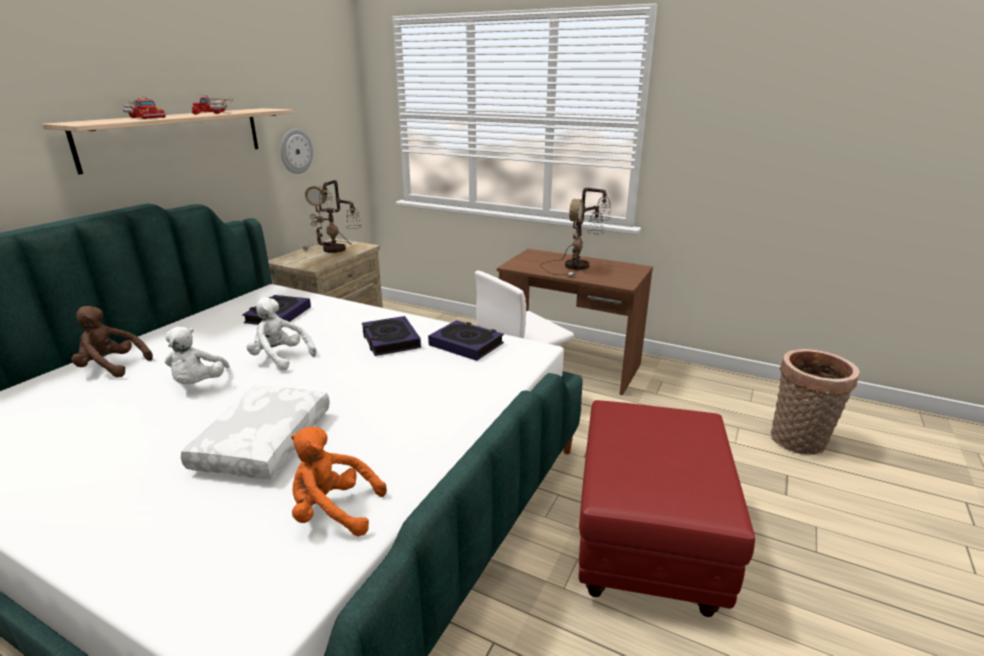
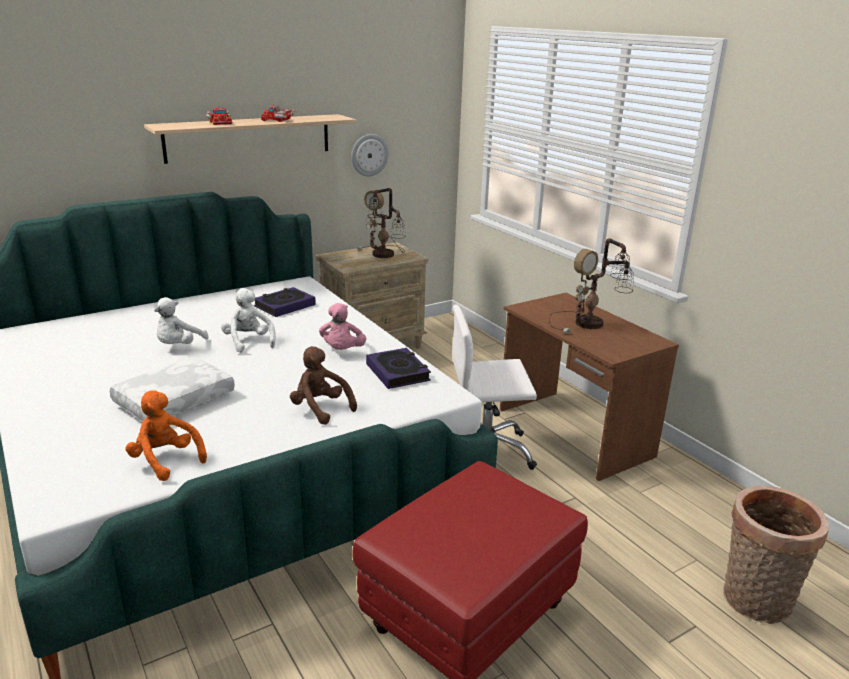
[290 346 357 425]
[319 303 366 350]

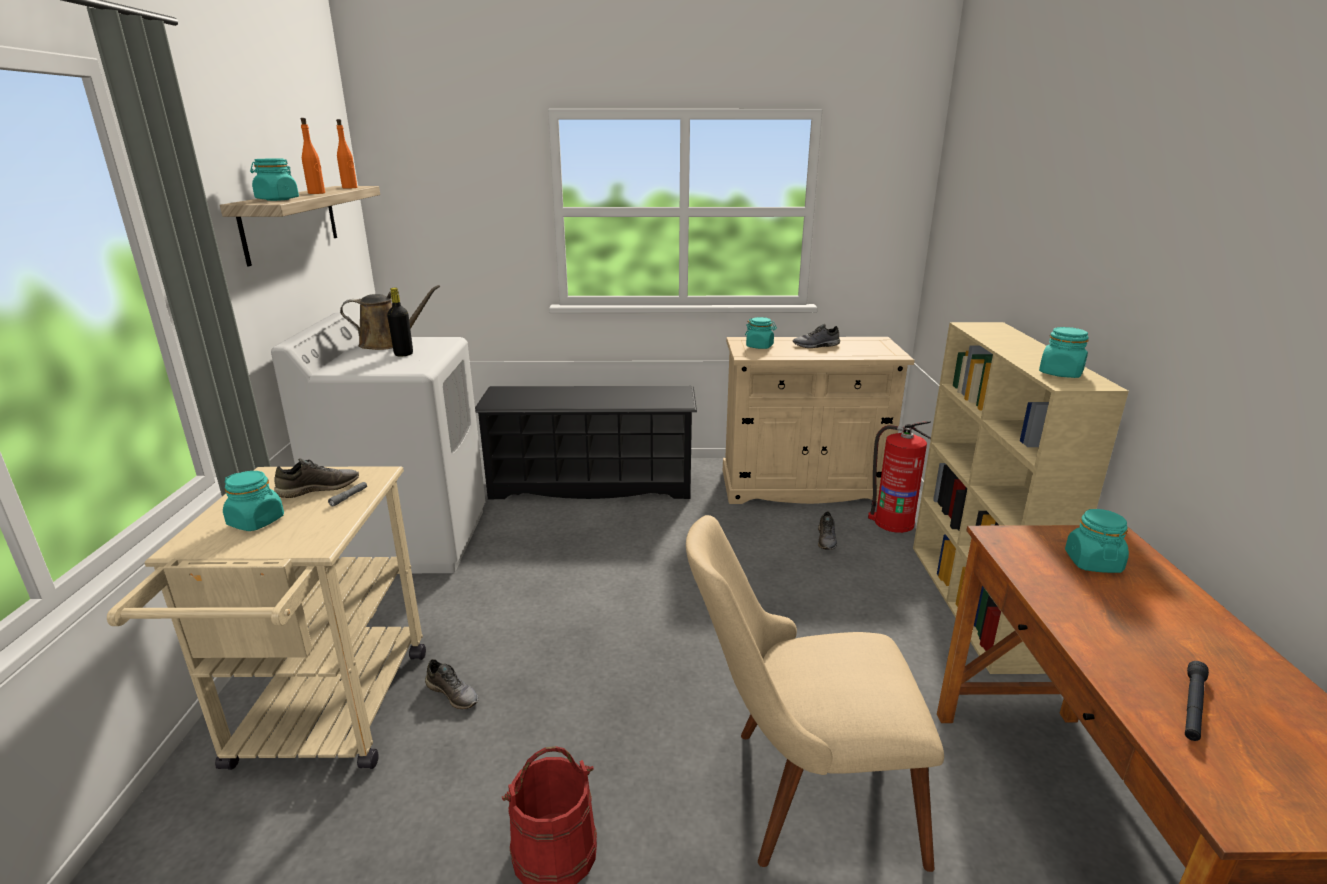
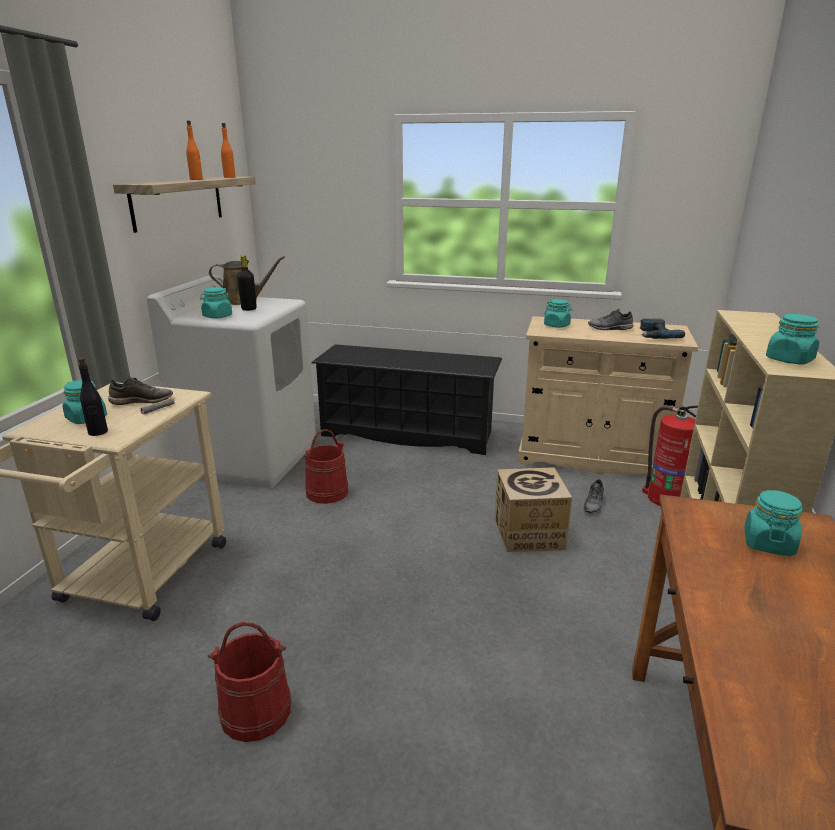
[200 287 232 318]
[686 515 944 872] (first image)
[425 659 478 709] (first image)
[1185 661 1209 741] (first image)
[640 319 685 339]
[78 358 108 436]
[303 429 348 504]
[495 467 572 552]

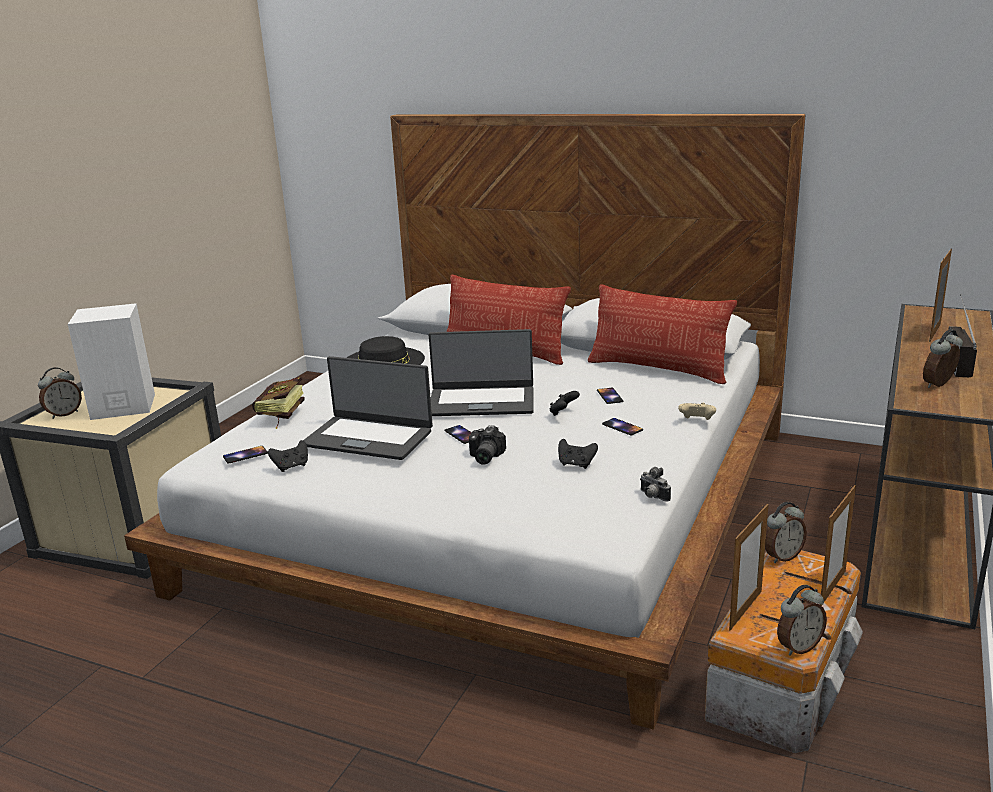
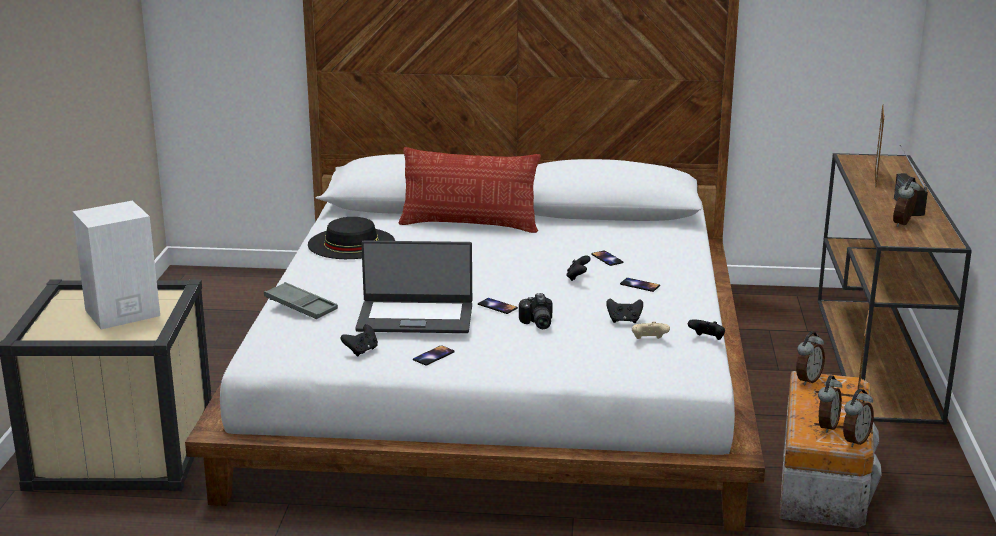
[588 284 737 384] (first image)
[429 329 534 416] (first image)
[818 375 842 433]
[264 282 338 319]
[632 321 670 339]
[413 345 455 366]
[688 319 725 340]
[729 504 768 630] (first image)

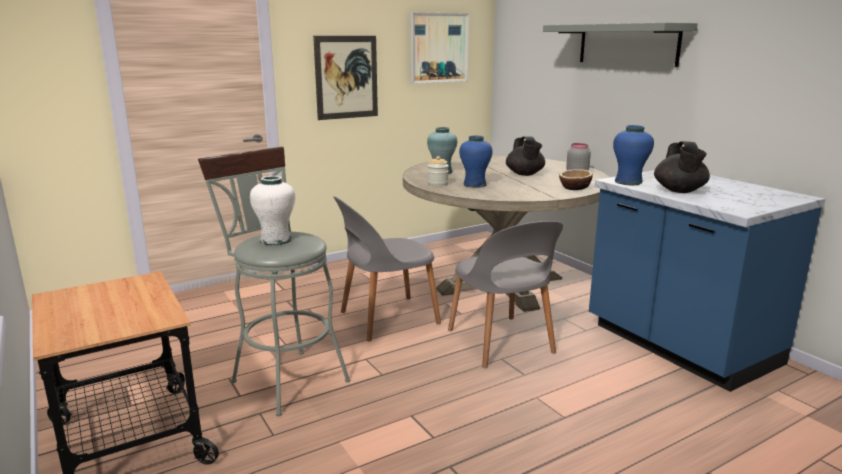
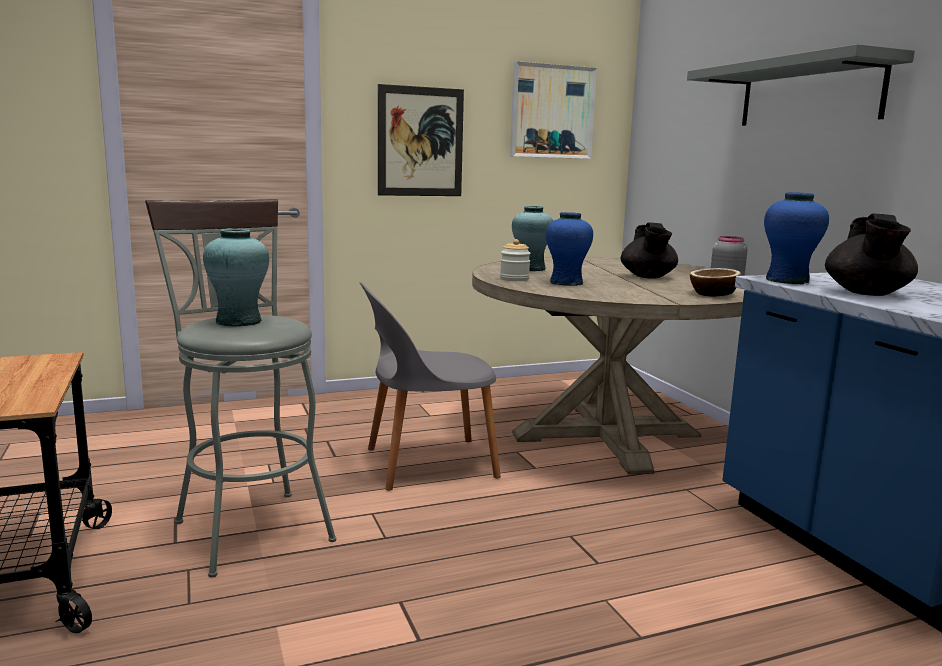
[203 229 269 327]
[448 221 563 368] (first image)

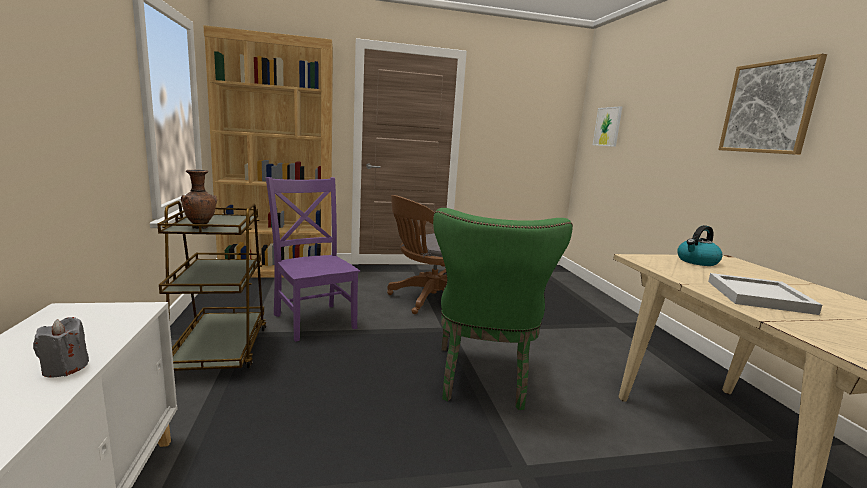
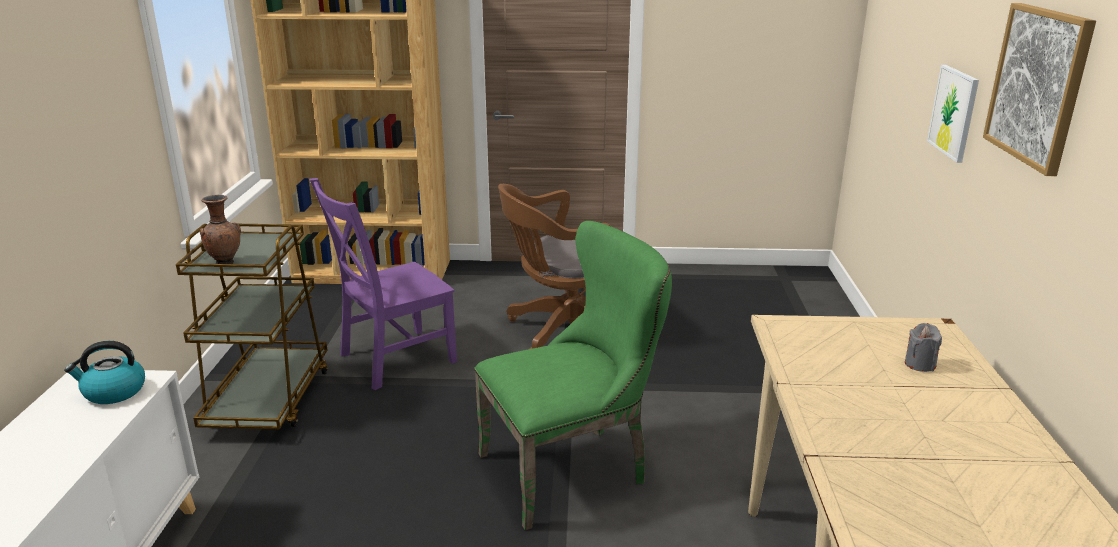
[927 65 979 163]
[309 178 457 390]
[474 221 672 530]
[64 341 145 404]
[708 273 822 315] (first image)
[905 323 942 372]

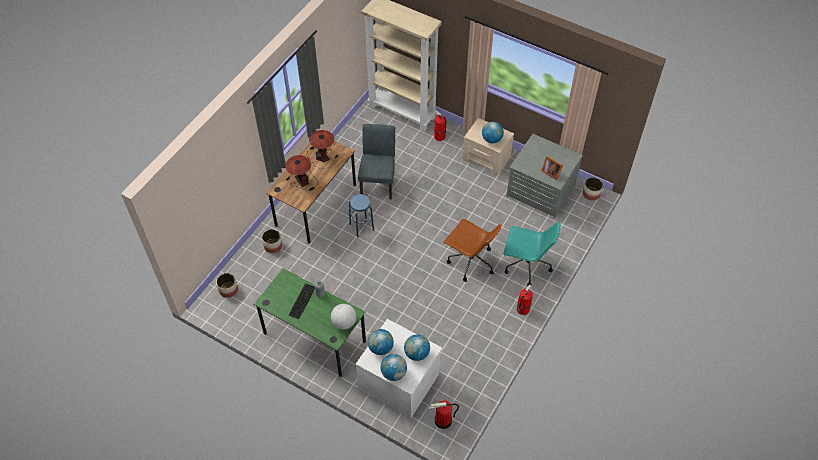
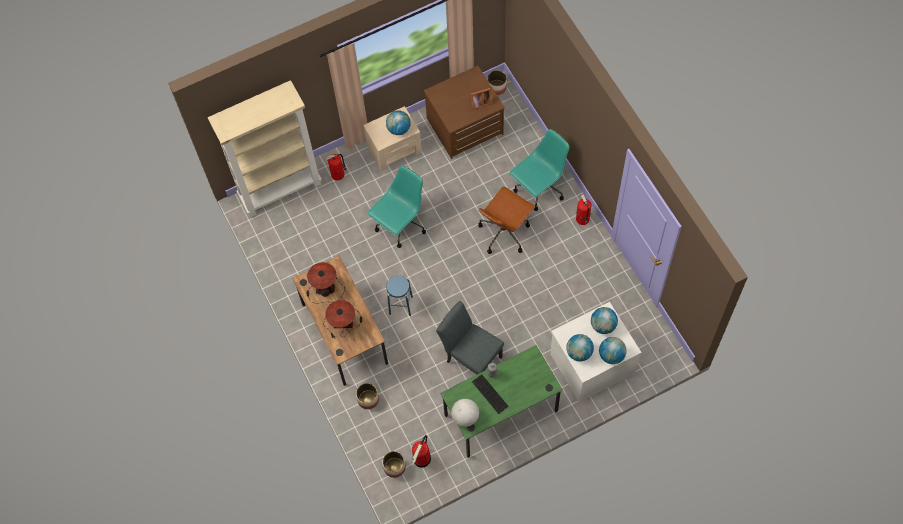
[436 301 504 375]
[424 66 505 159]
[478 186 535 254]
[451 399 479 427]
[412 435 431 468]
[367 165 426 248]

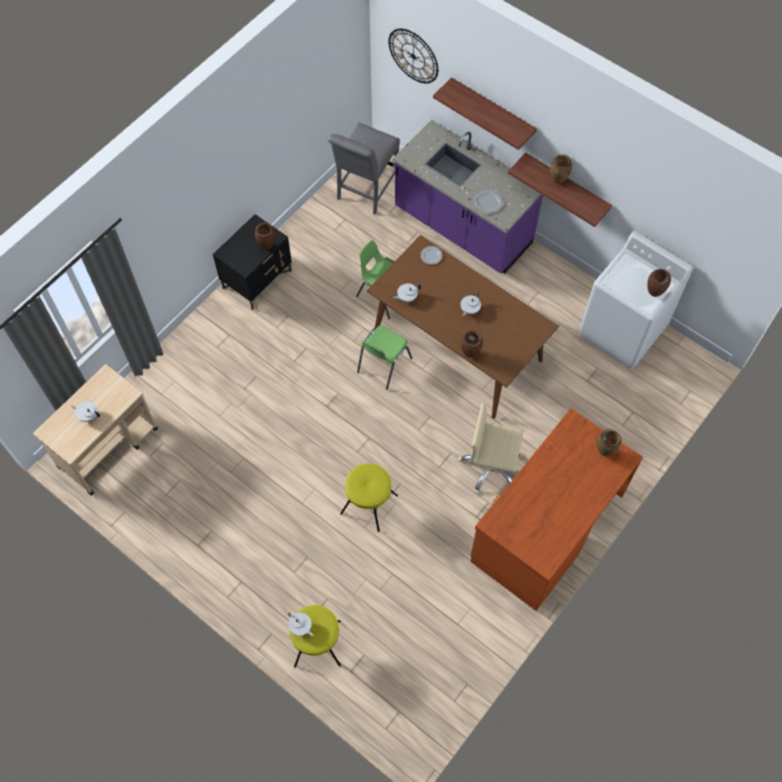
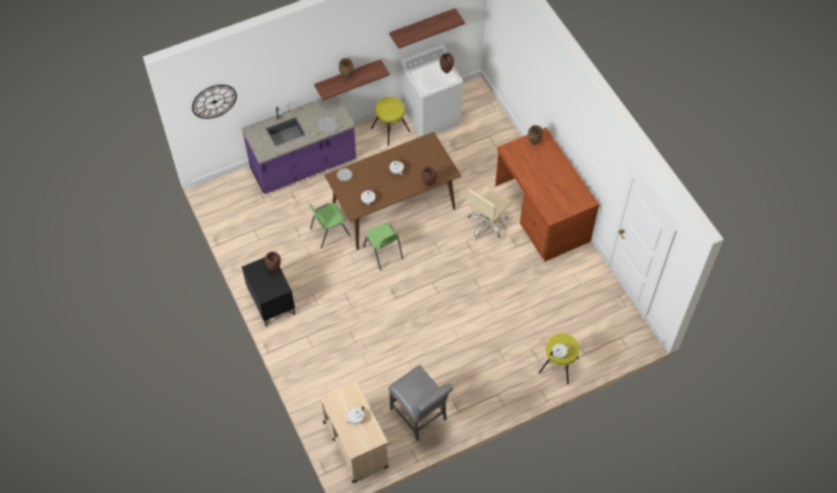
[389 8 465 49]
[388 365 453 441]
[371 97 410 146]

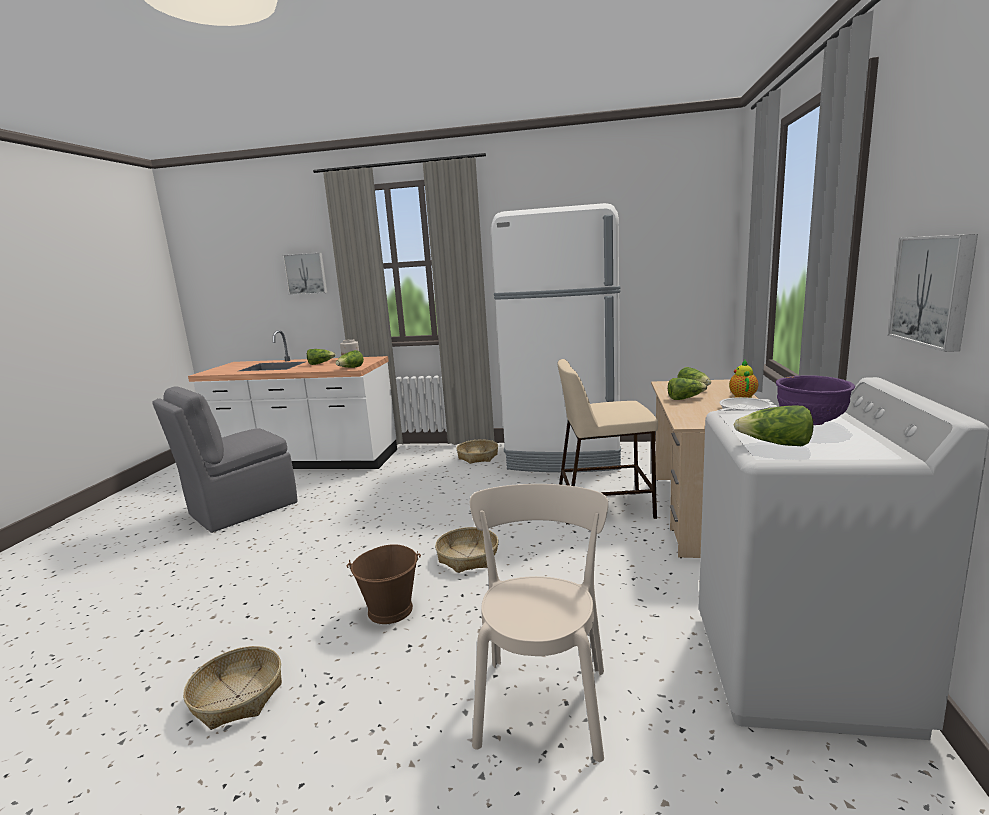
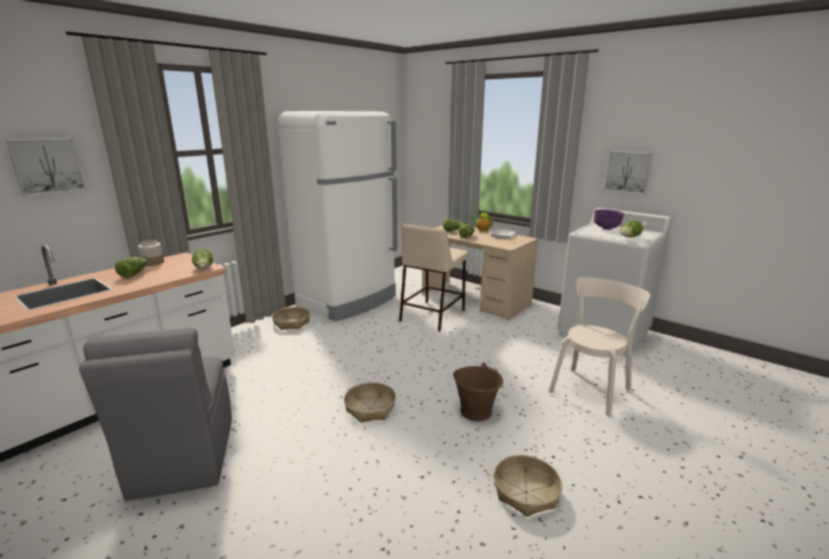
[549 277 650 416]
[344 382 396 423]

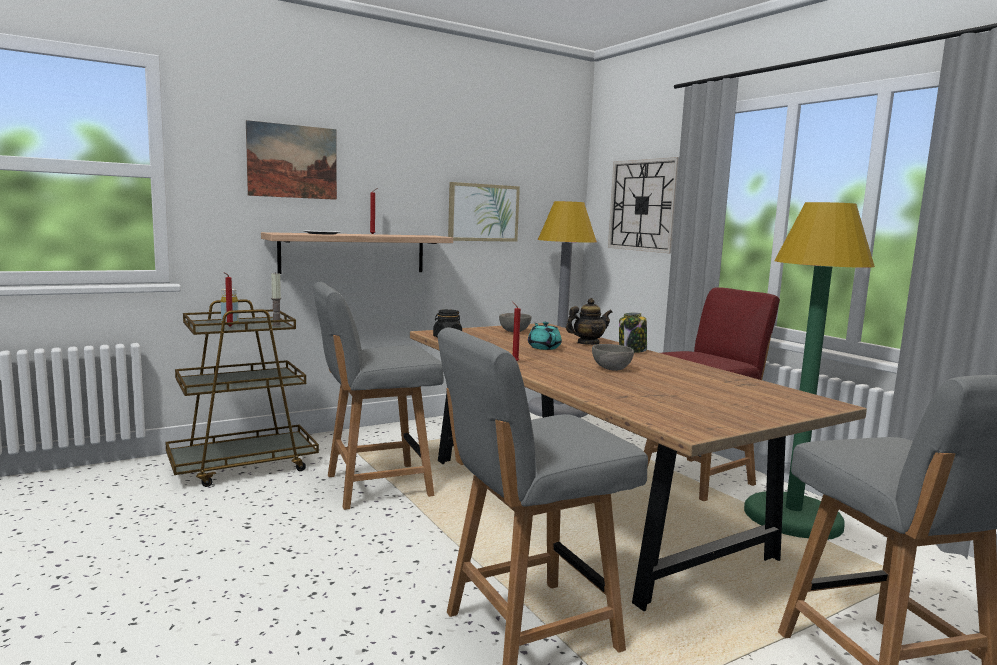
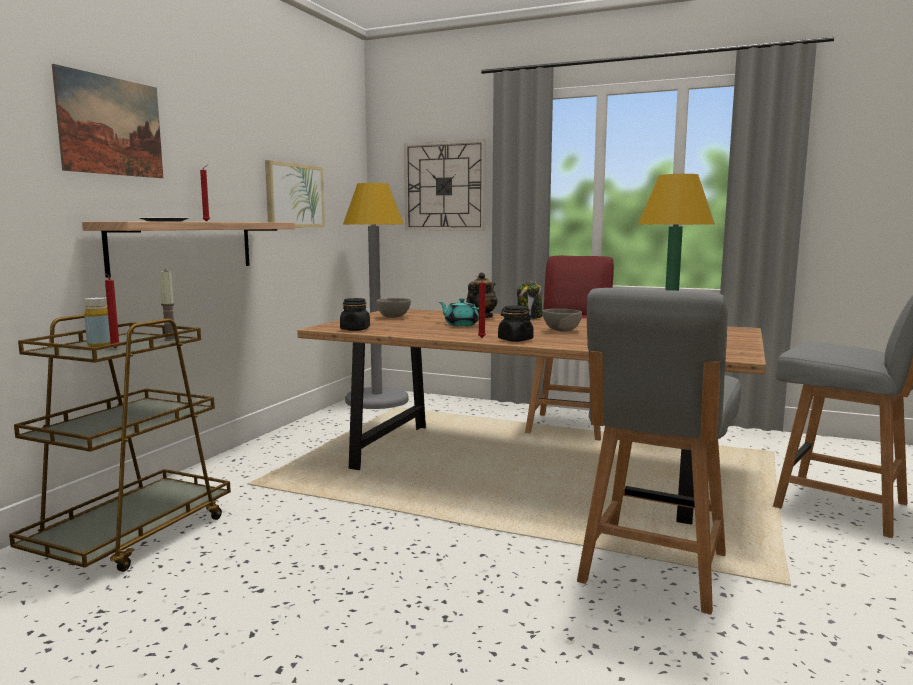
[313 282 444 510] (first image)
[498 305 534 342]

